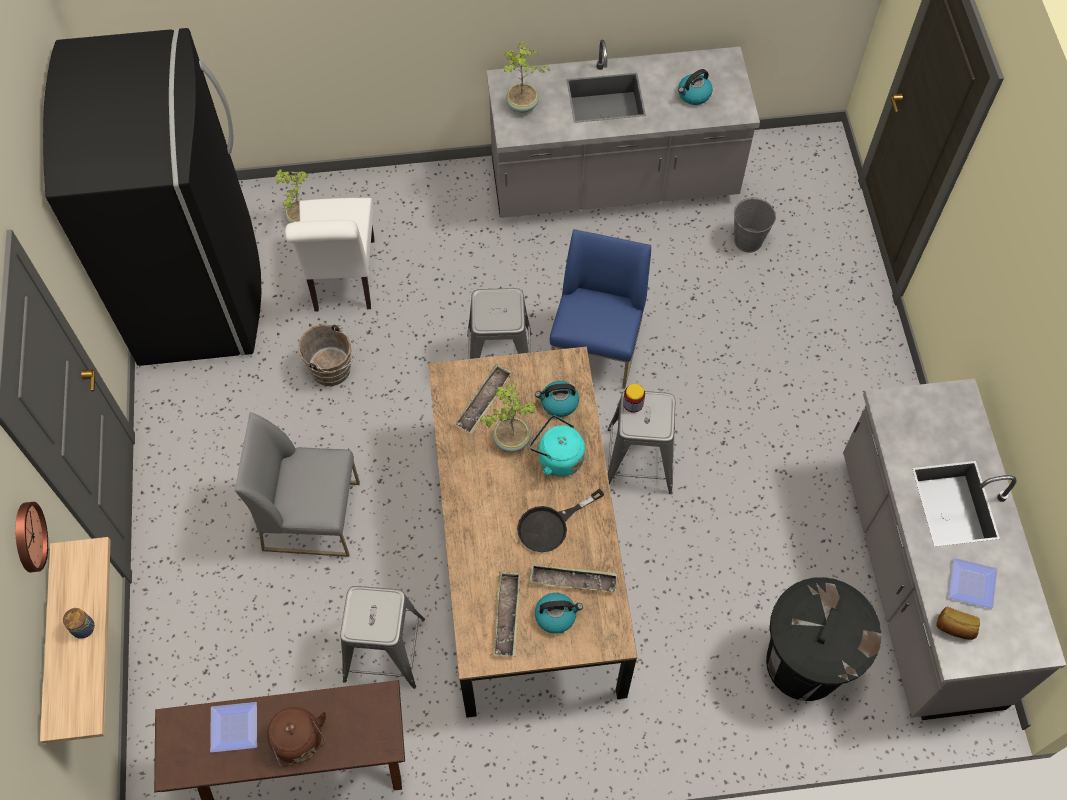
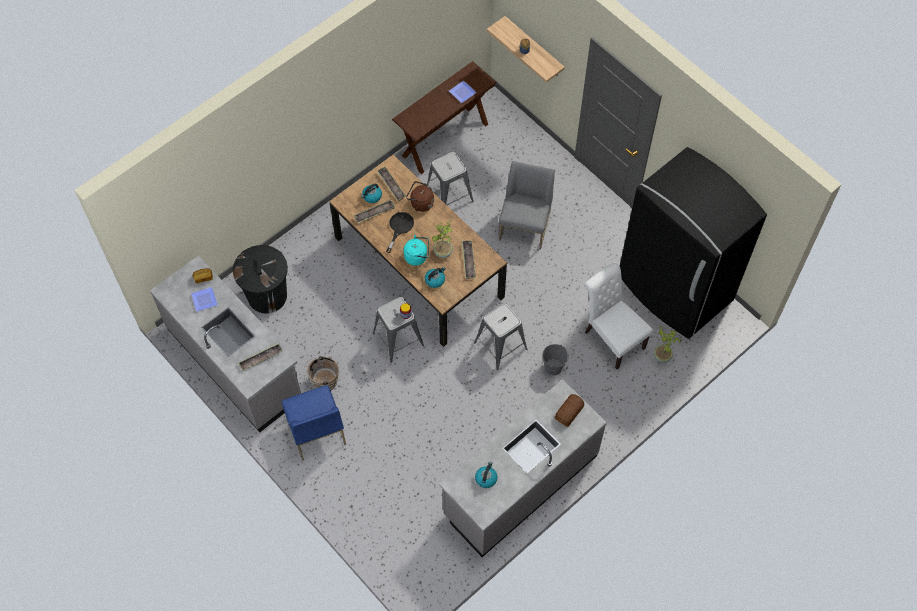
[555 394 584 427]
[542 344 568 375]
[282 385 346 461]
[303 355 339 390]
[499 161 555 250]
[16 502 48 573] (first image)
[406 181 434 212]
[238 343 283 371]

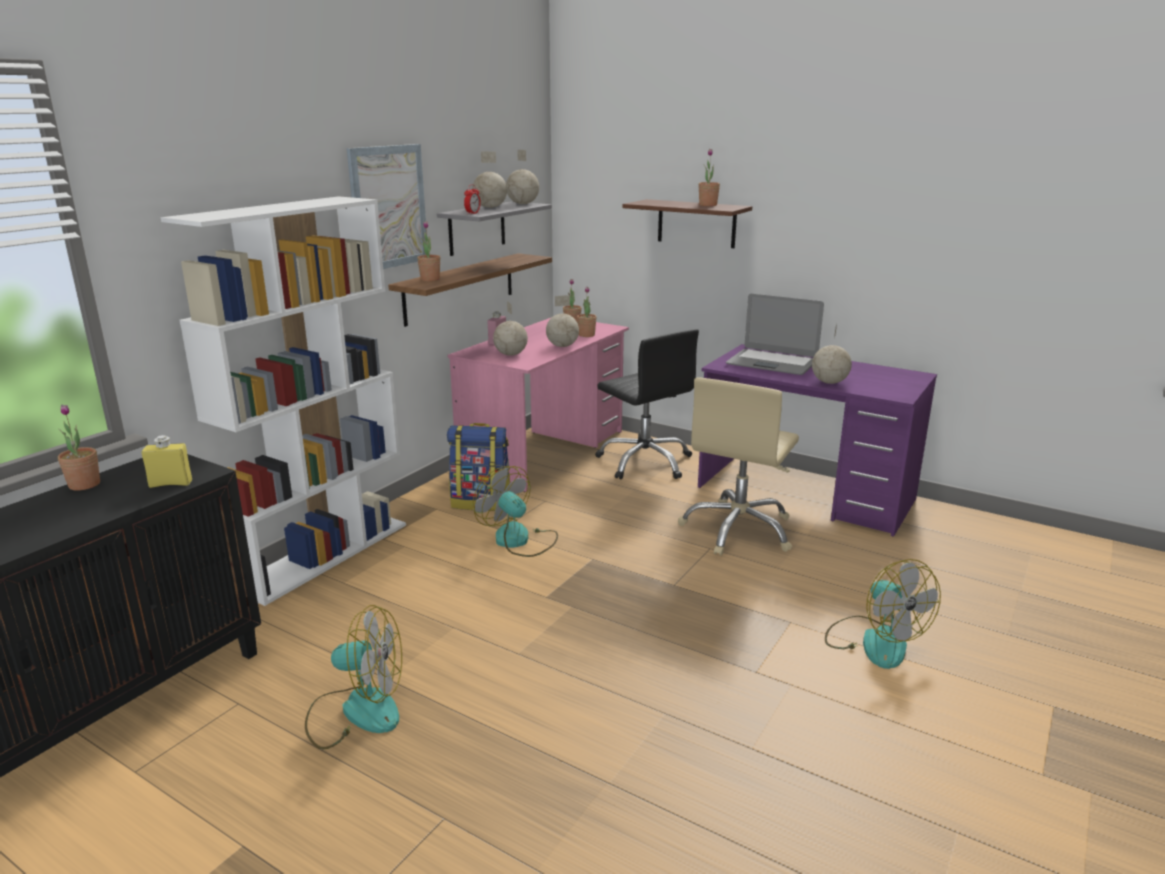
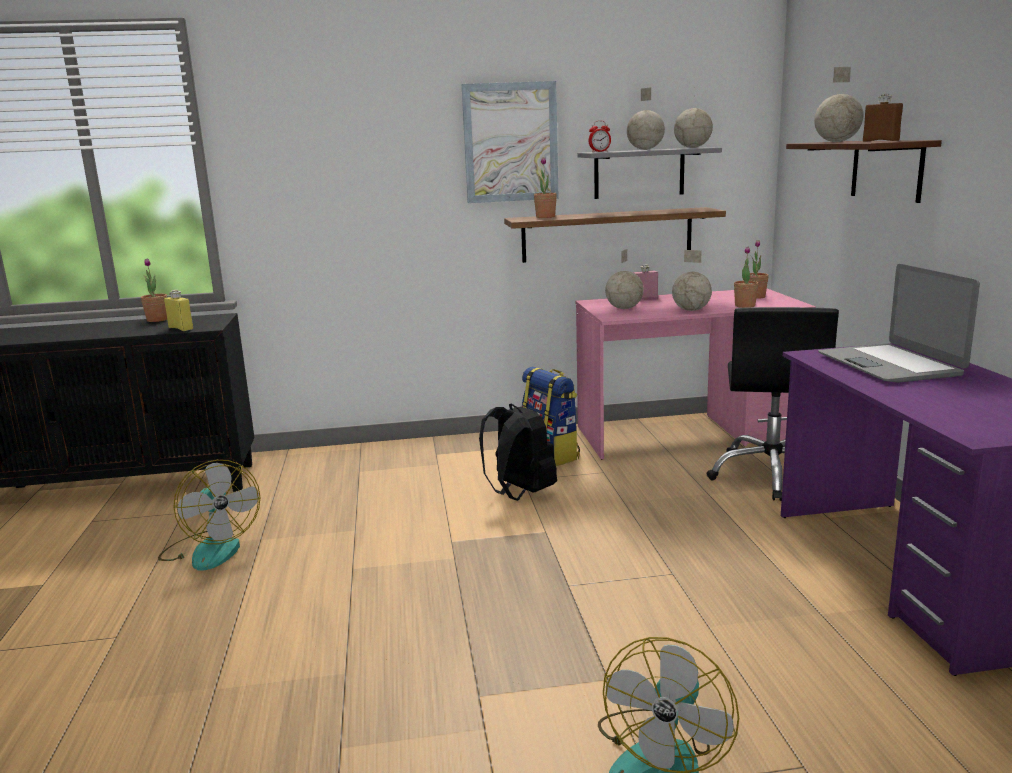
[863 94 903 142]
[161 196 406 606] (first image)
[814 67 863 142]
[678 377 799 556] (first image)
[479 403 557 501]

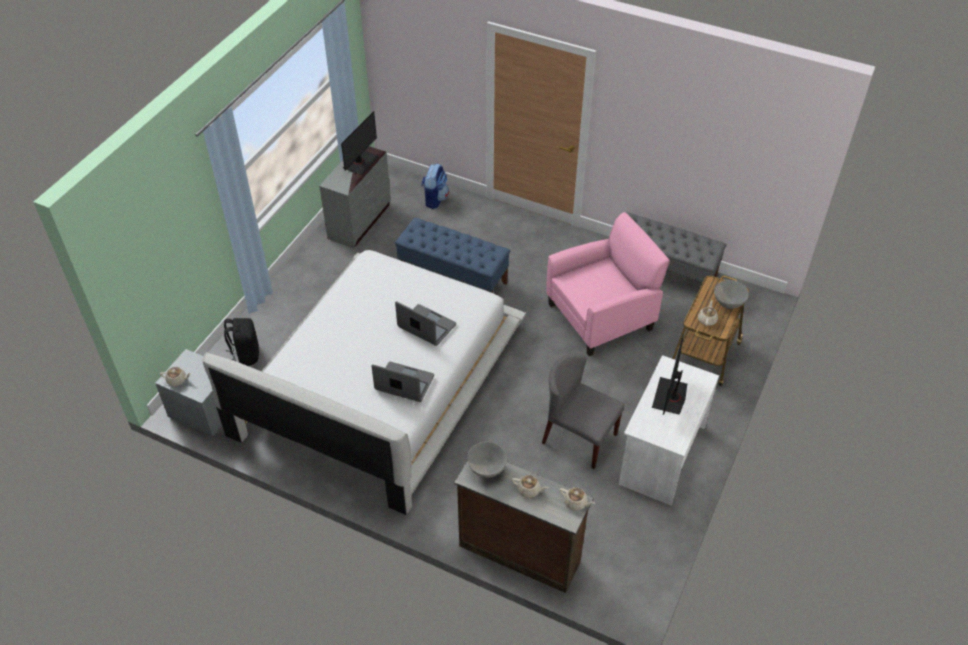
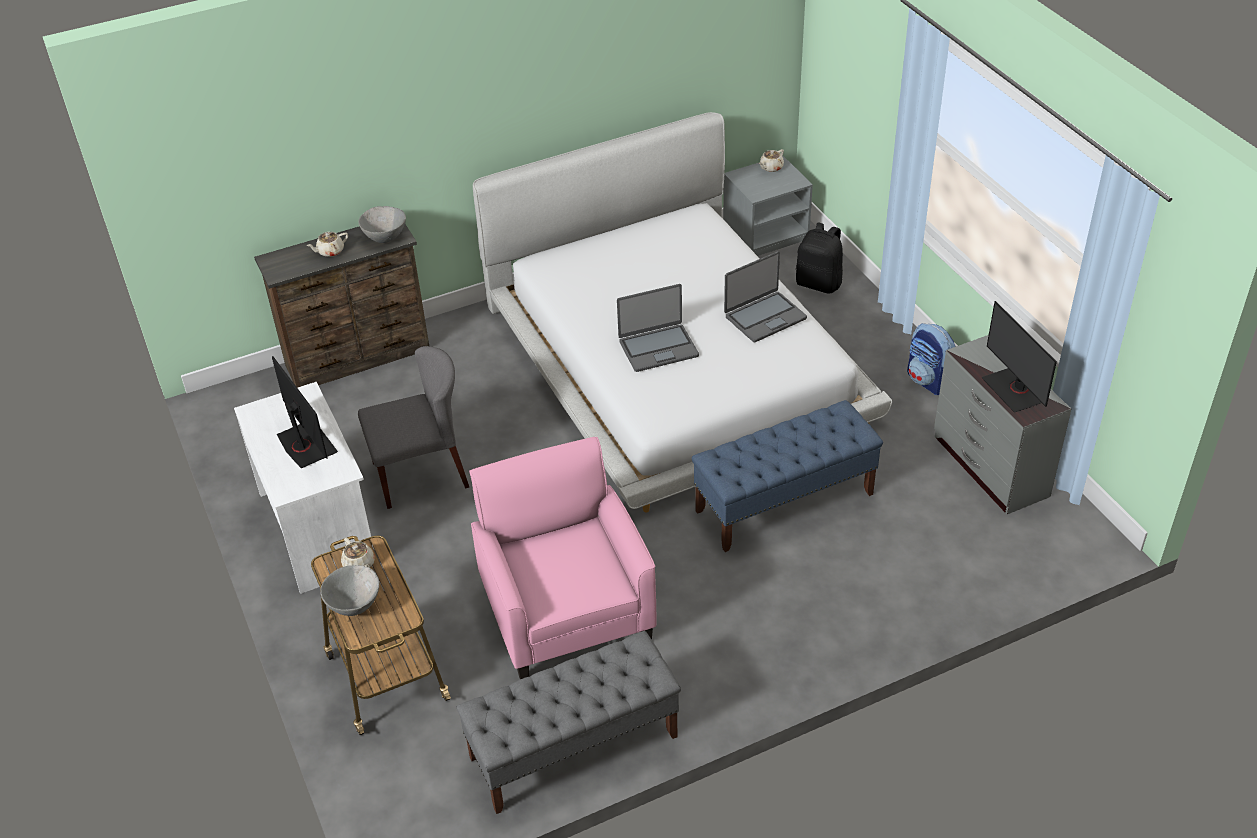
[907 323 955 395]
[469 437 656 679]
[724 251 807 342]
[559 487 595 511] (first image)

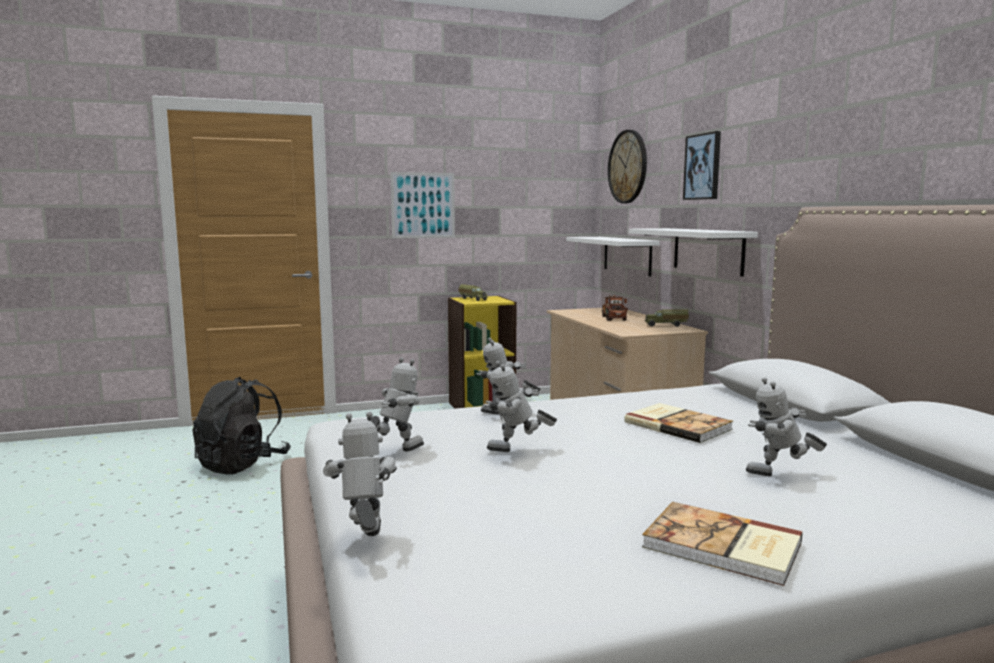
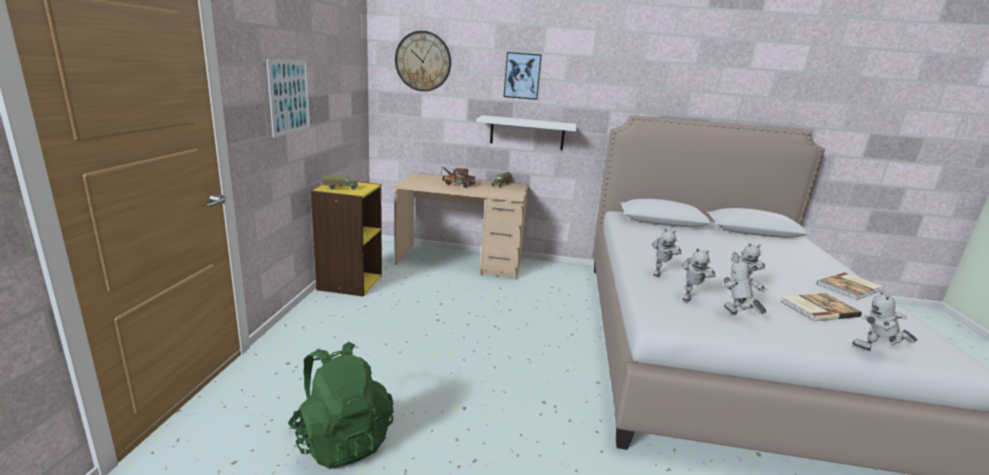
[566 237 660 277] (first image)
[288 342 394 469]
[682 248 716 302]
[781 293 862 321]

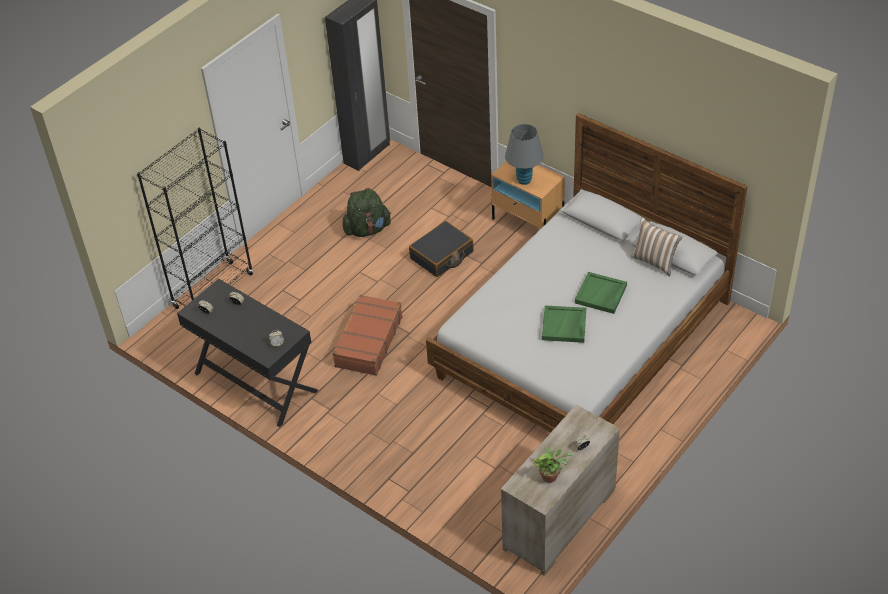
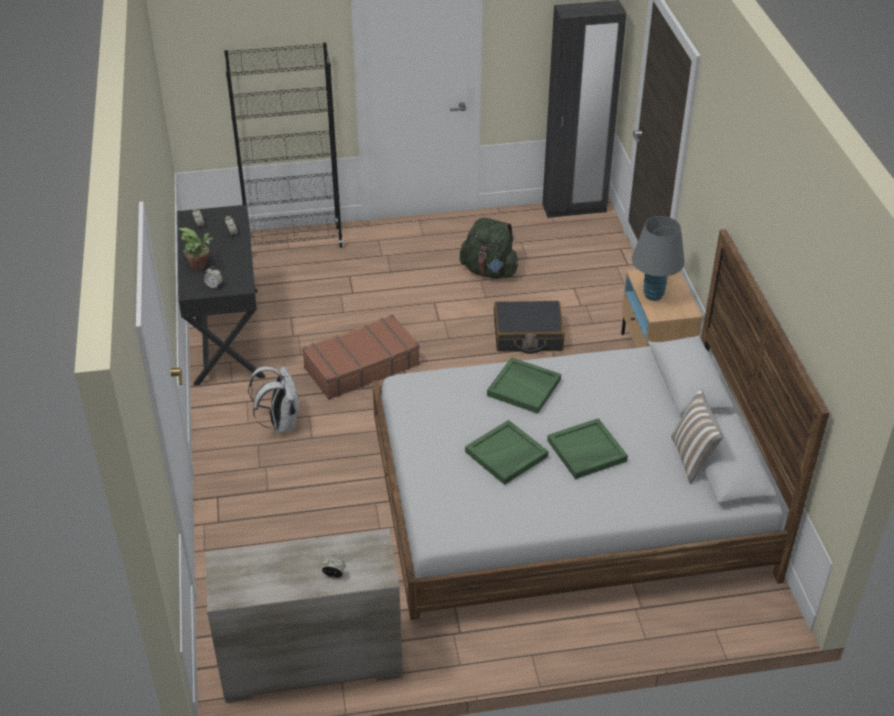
[179 228 213 270]
[487 357 561 414]
[248 366 299 433]

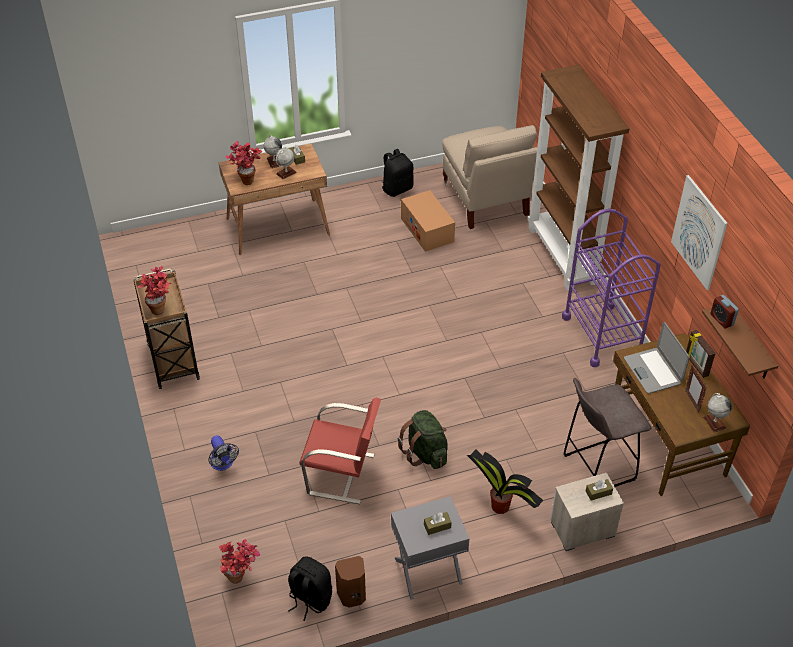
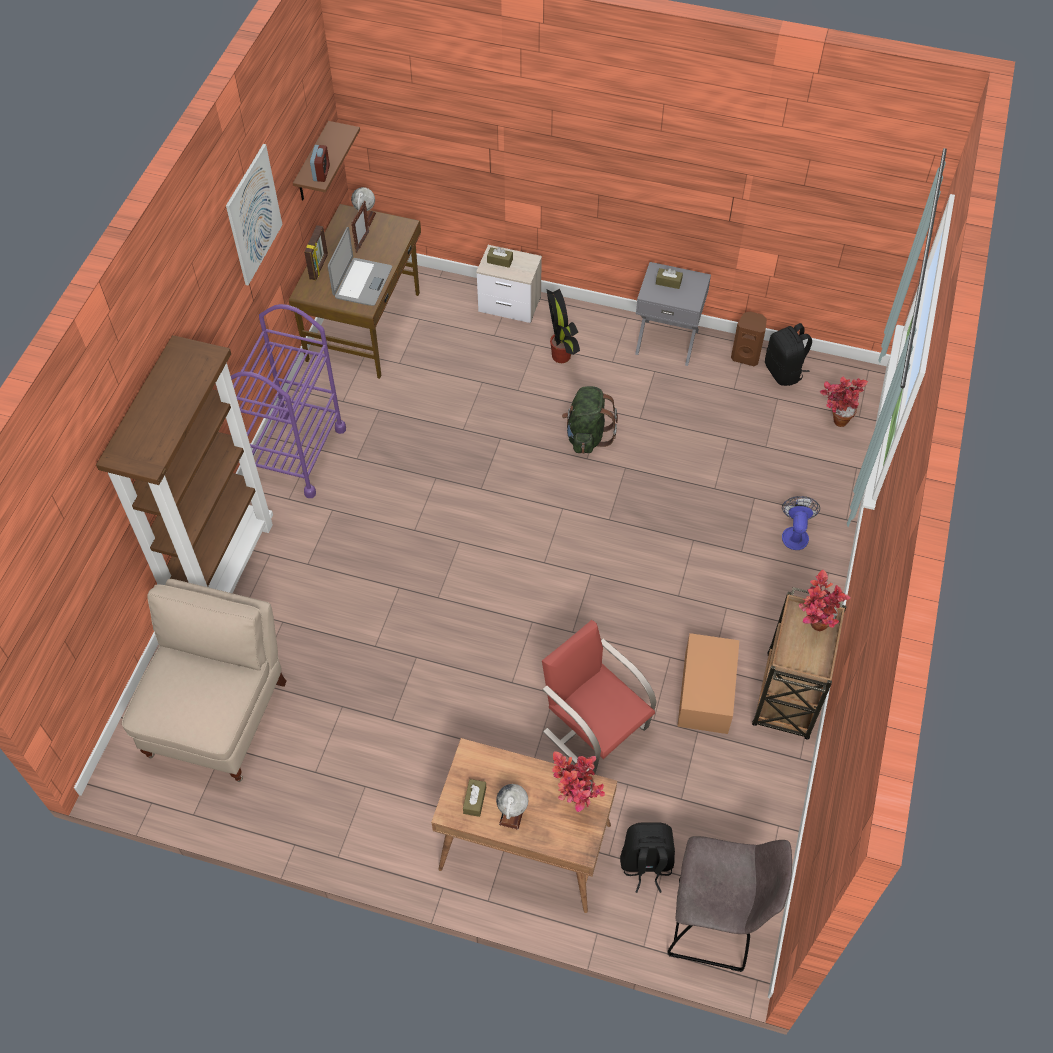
[276 148 297 179] (first image)
[620 822 675 893]
[677 633 739 734]
[668 836 792 972]
[542 620 657 774]

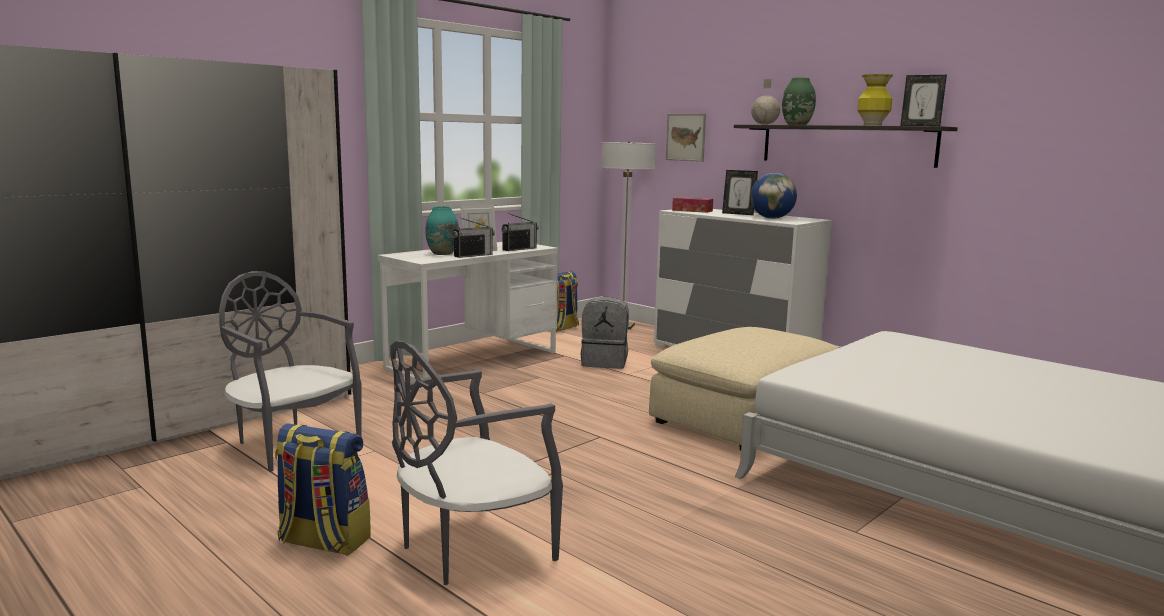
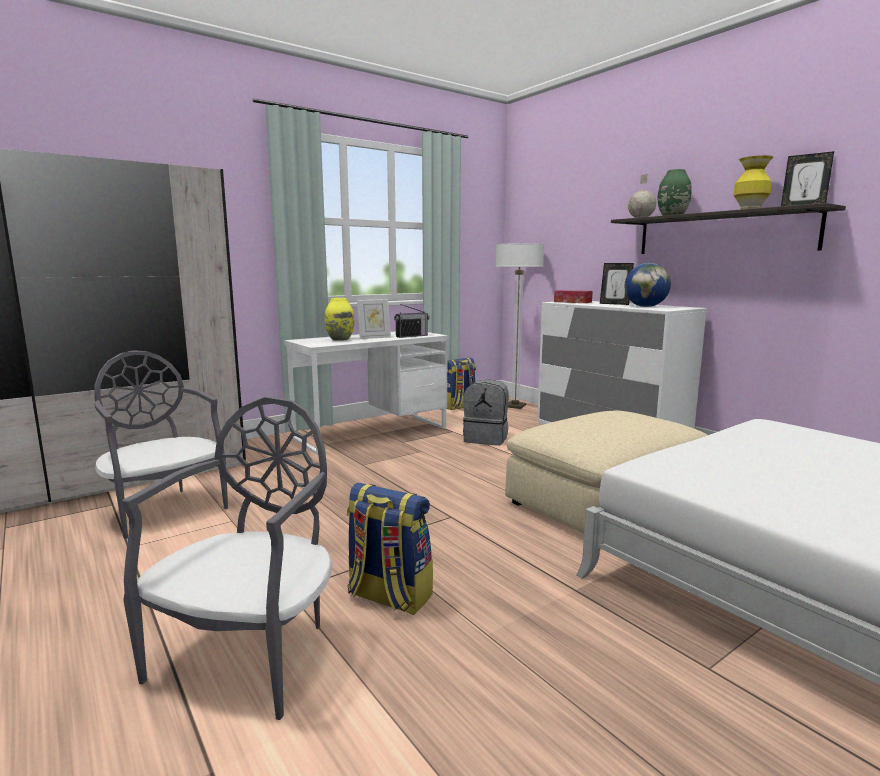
[666 114 706 162] (first image)
[325 298 355 341]
[452 217 495 258] (first image)
[122 397 332 720]
[346 483 433 615]

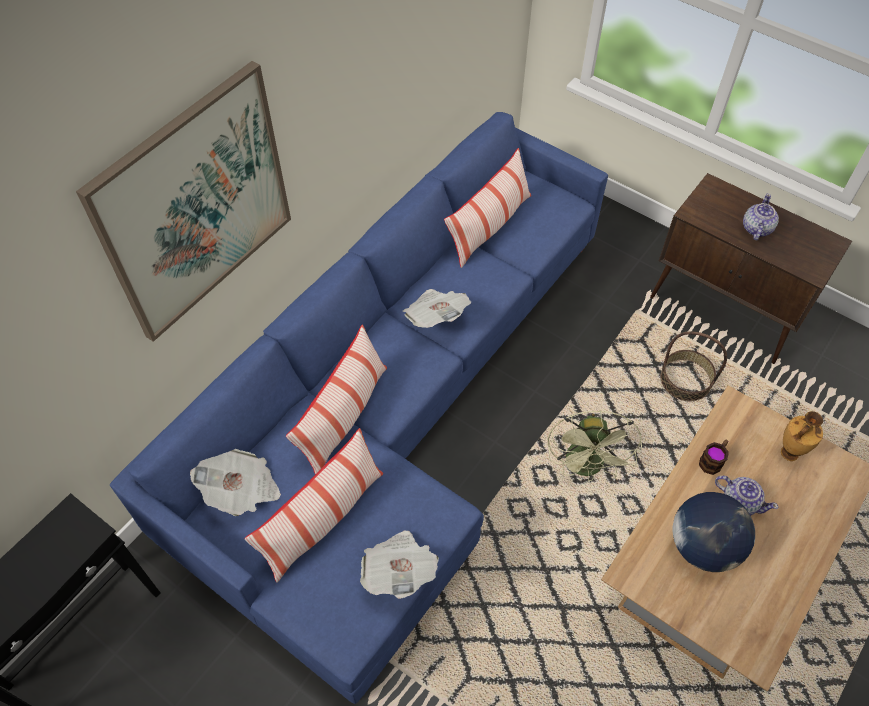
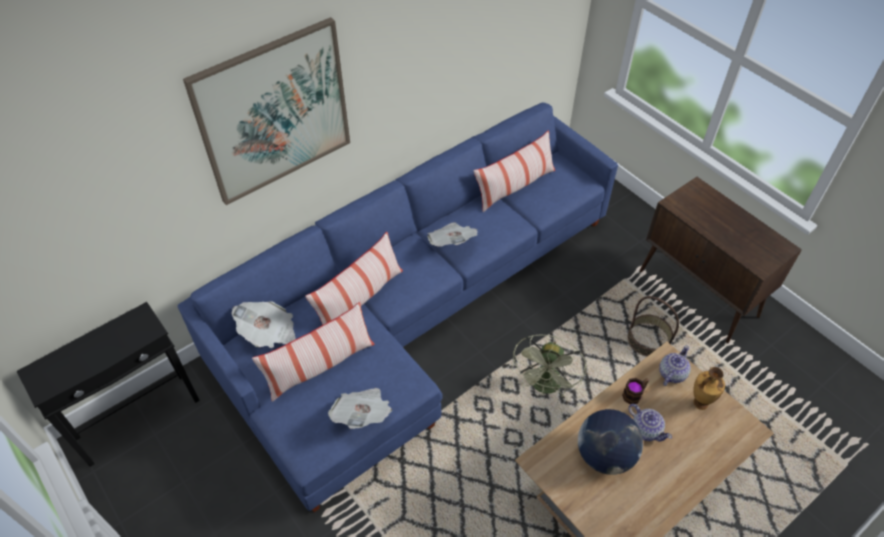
[659 345 691 386]

